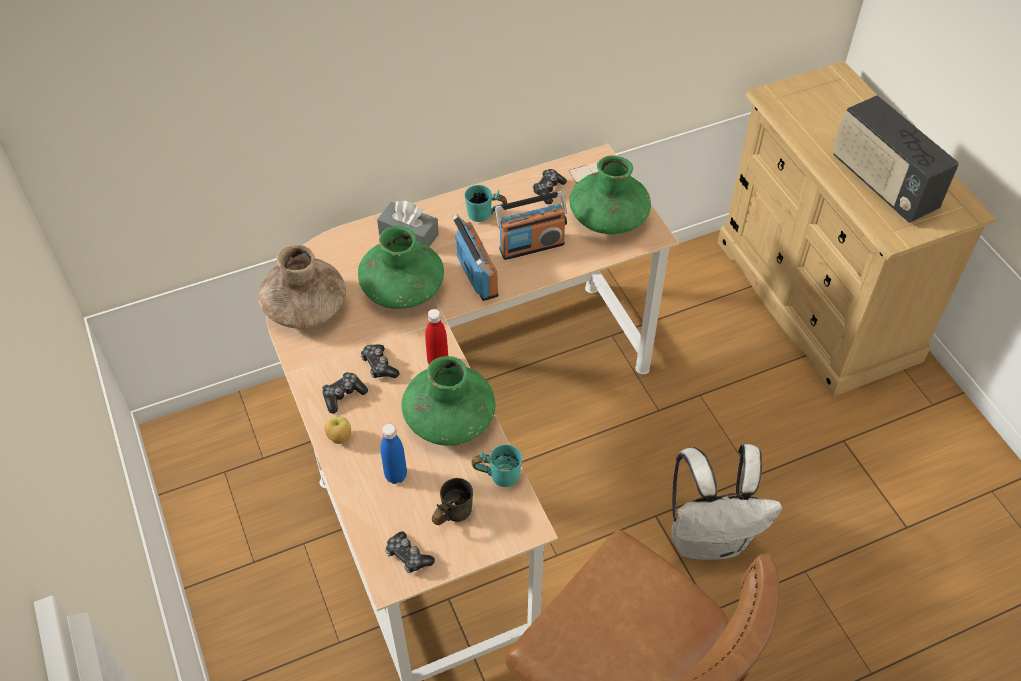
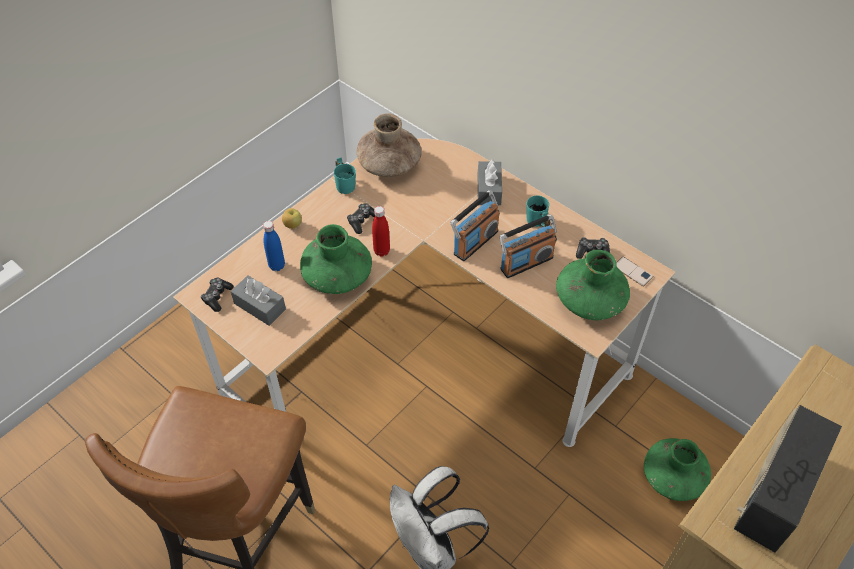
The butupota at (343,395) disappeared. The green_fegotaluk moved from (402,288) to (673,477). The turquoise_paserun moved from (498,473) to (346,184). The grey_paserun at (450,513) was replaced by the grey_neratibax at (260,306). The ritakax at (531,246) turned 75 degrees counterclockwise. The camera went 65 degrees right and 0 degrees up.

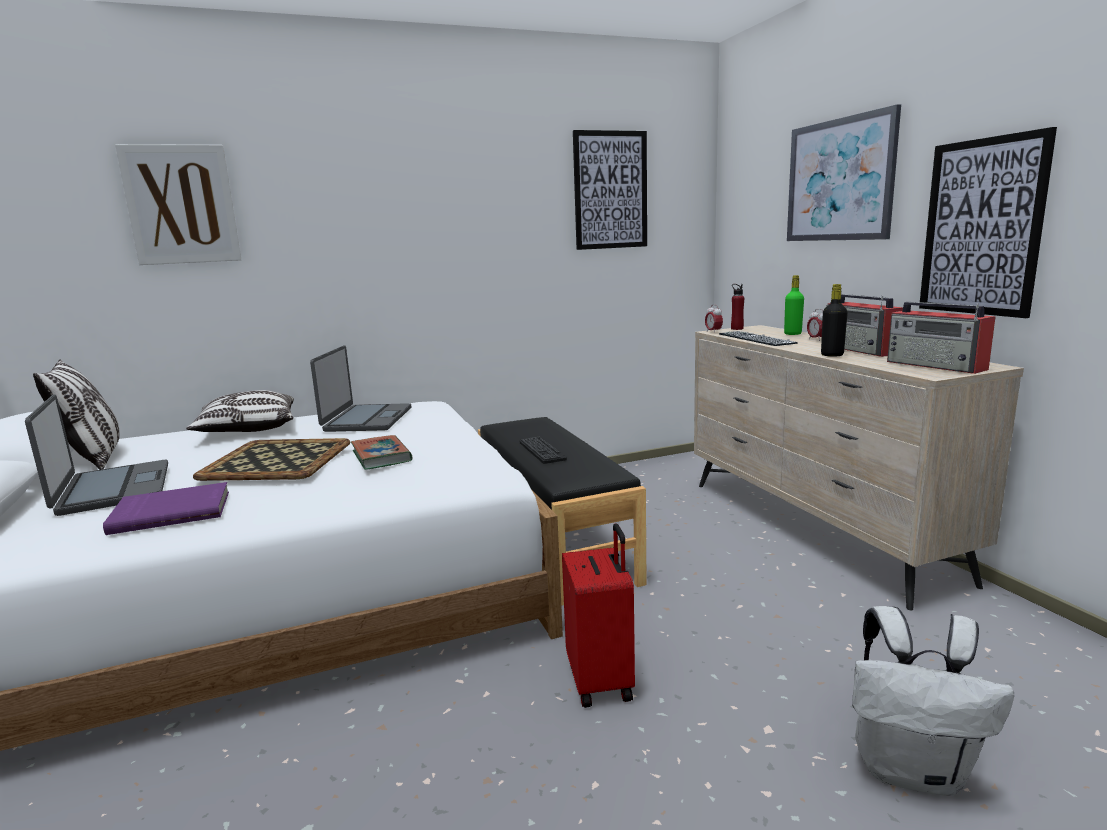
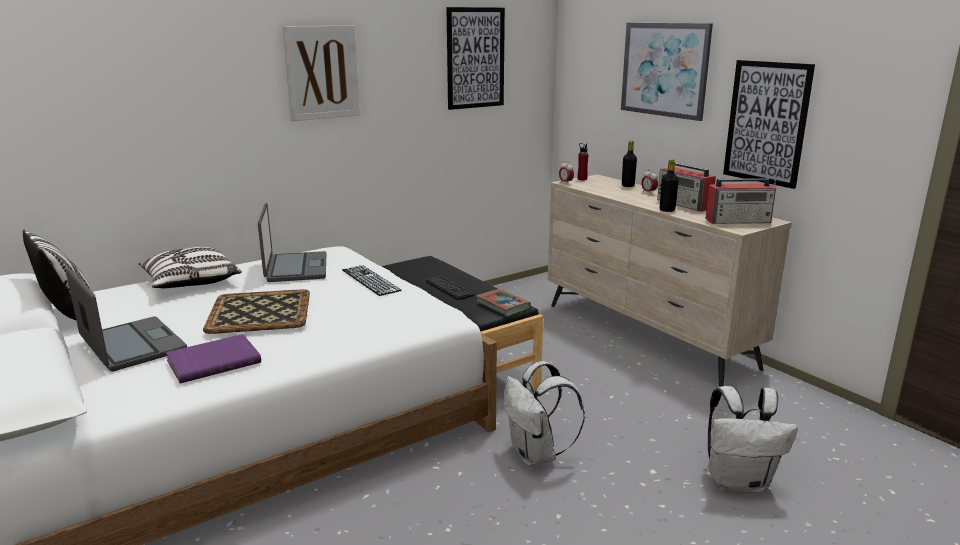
The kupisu moved from (181,205) to (322,72). The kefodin moved from (381,456) to (503,306). The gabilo moved from (755,338) to (370,280). The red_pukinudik at (602,680) was replaced by the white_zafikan at (536,455). The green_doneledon at (792,334) became the black_doneledon at (628,186). The ritakax at (936,366) turned 45 degrees counterclockwise. The camera went 15 degrees left and 5 degrees up.

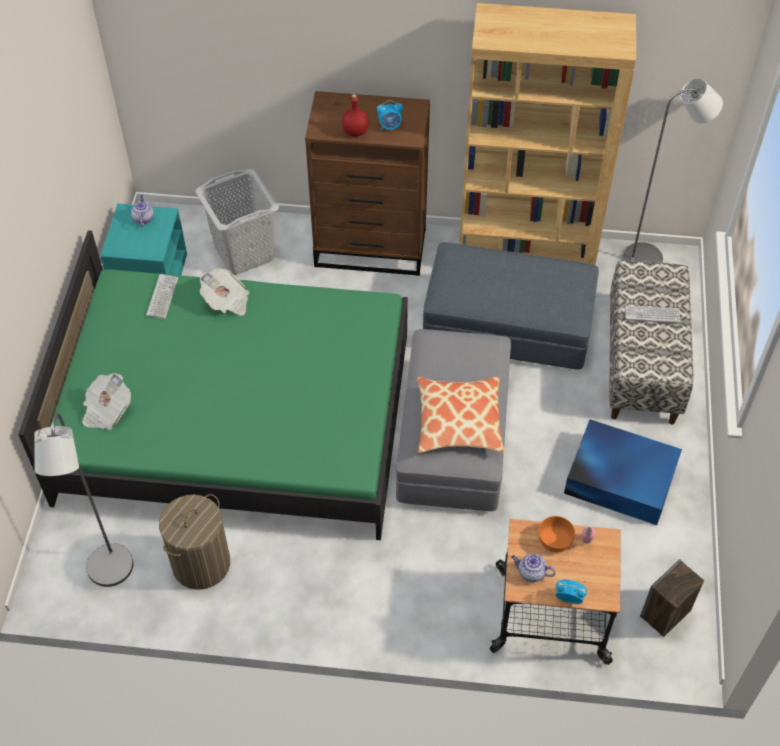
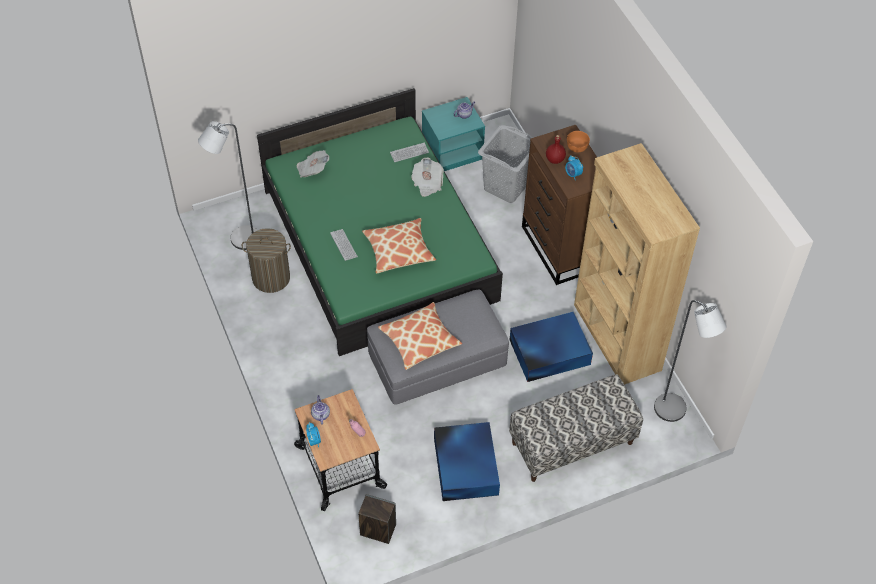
The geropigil at (398,251) appeared. The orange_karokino moved from (554,540) to (577,146). The gabilo moved from (652,314) to (343,245). The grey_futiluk at (507,326) was replaced by the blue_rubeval at (548,352). The camera went 60 degrees right and 0 degrees up.

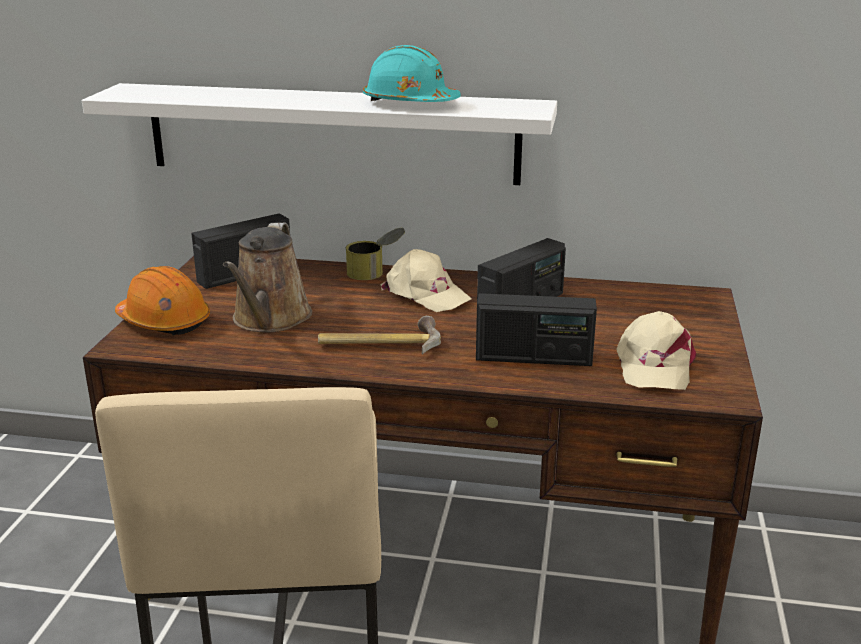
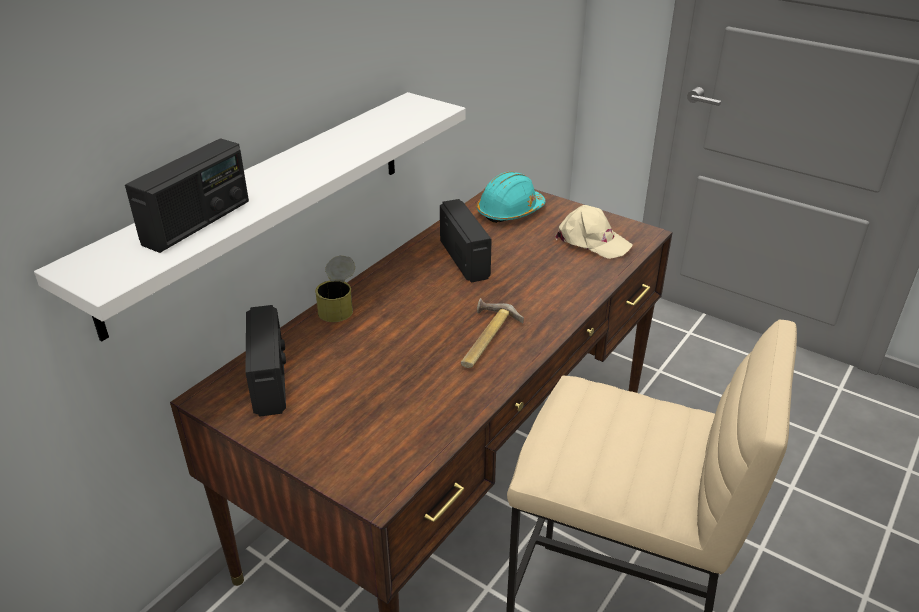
The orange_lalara at (164,321) disappeared. The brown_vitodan at (270,319) disappeared. The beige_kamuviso at (426,294) disappeared. The turquoise_lalara moved from (410,103) to (510,211). The ritakax moved from (533,358) to (197,223). The camera went 65 degrees left and 10 degrees up.

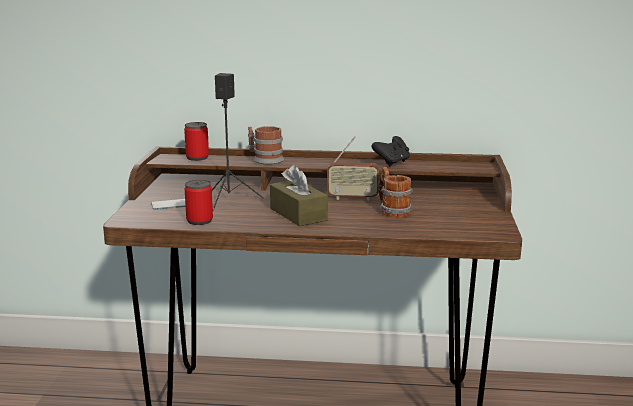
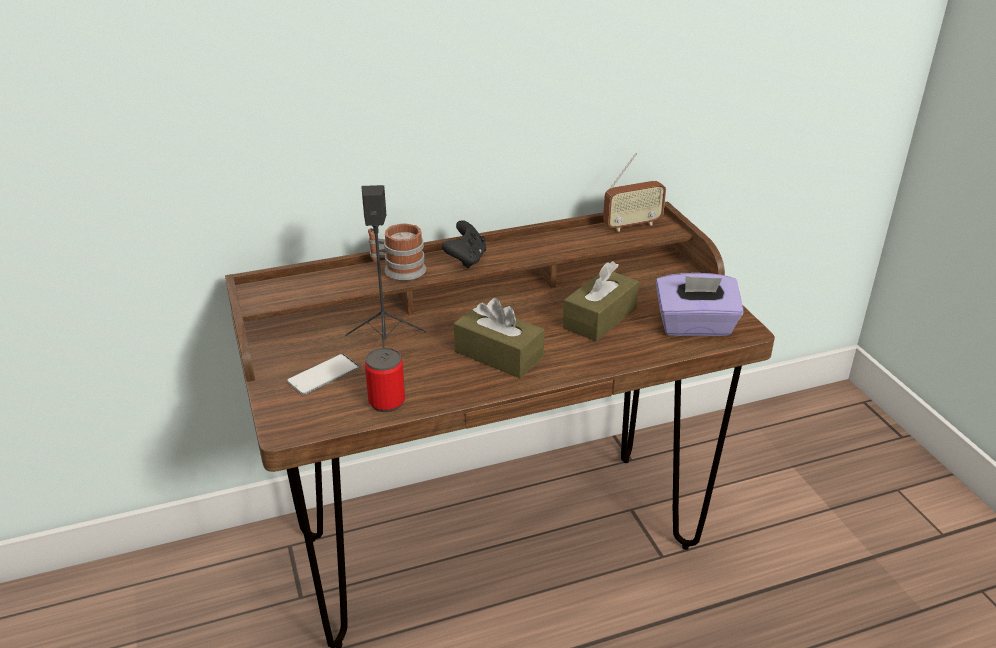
The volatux at (197,157) disappeared. The purple_neratibax at (695,326) appeared. The ritakax moved from (352,198) to (632,225). The black_butupota moved from (392,163) to (466,259). The paserun at (392,210) was replaced by the brown_neratibax at (599,318). The camera went 25 degrees left and 15 degrees up.

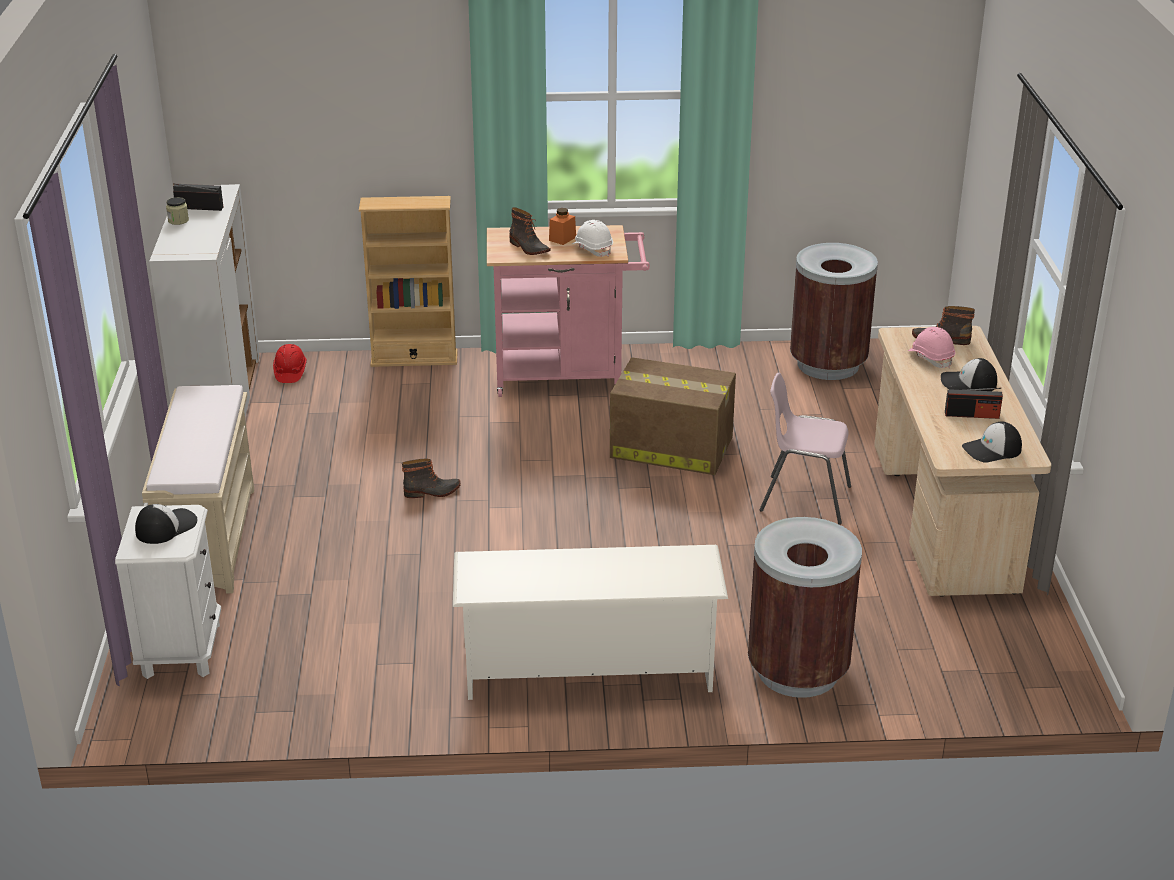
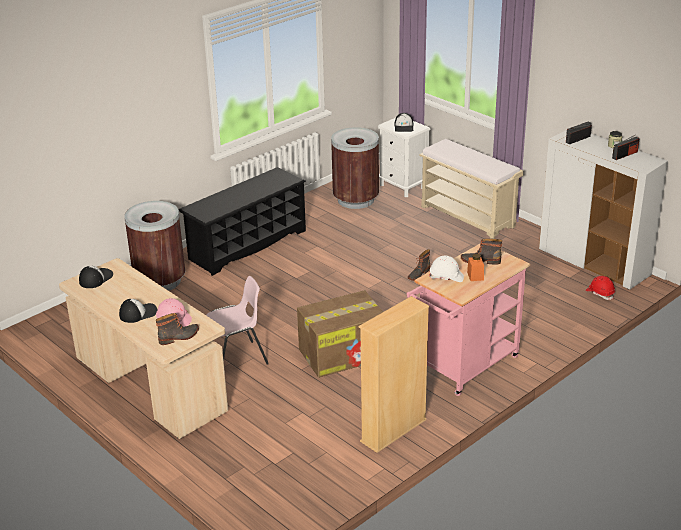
The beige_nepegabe moved from (414,358) to (393,431). The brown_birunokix moved from (828,365) to (355,200). The ritakax moved from (972,415) to (578,139). The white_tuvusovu at (588,668) became the black_tuvusovu at (247,245). The camera went 140 degrees right and 0 degrees up.

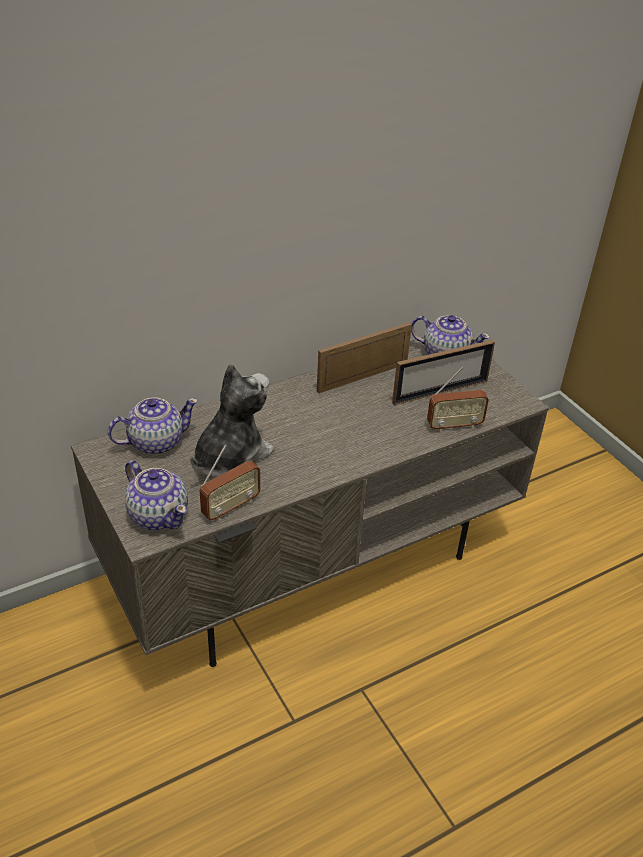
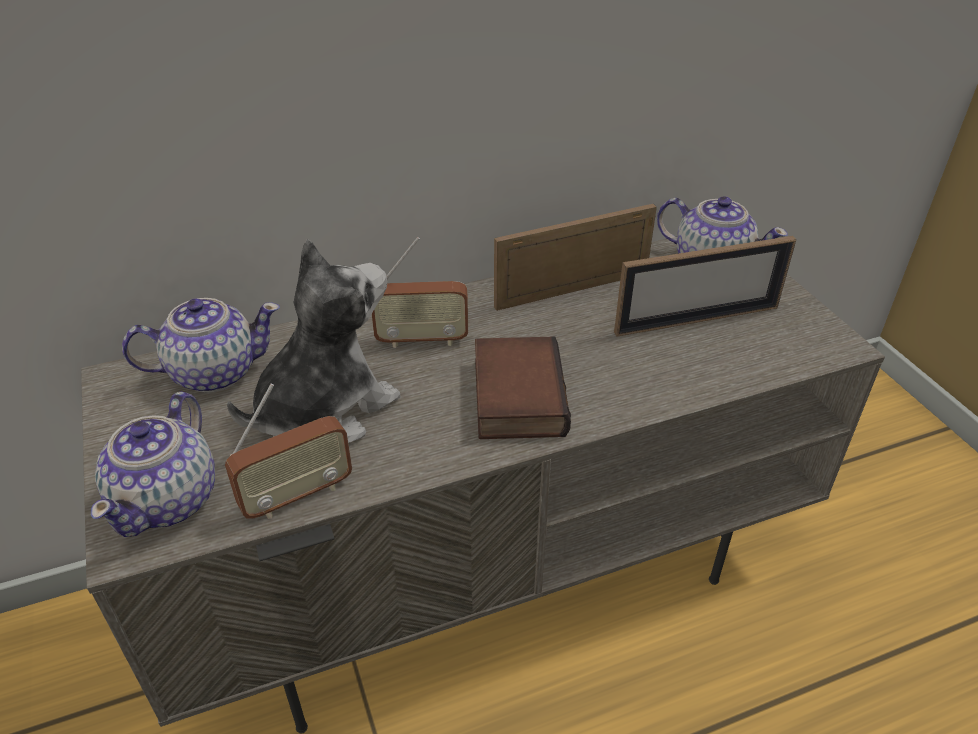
The kefodin at (515,395) appeared. The ritakax moved from (454,426) to (422,340). The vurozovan at (158,515) turned 45 degrees clockwise. The camera went 10 degrees right and 0 degrees up.

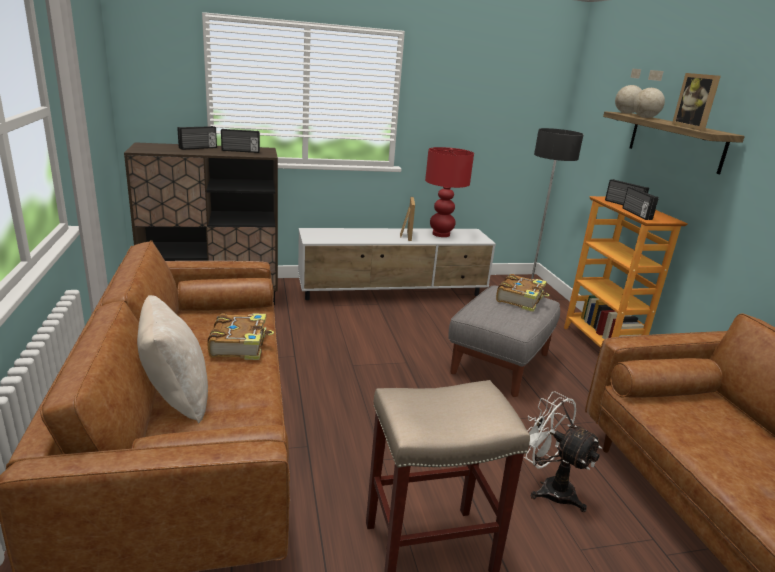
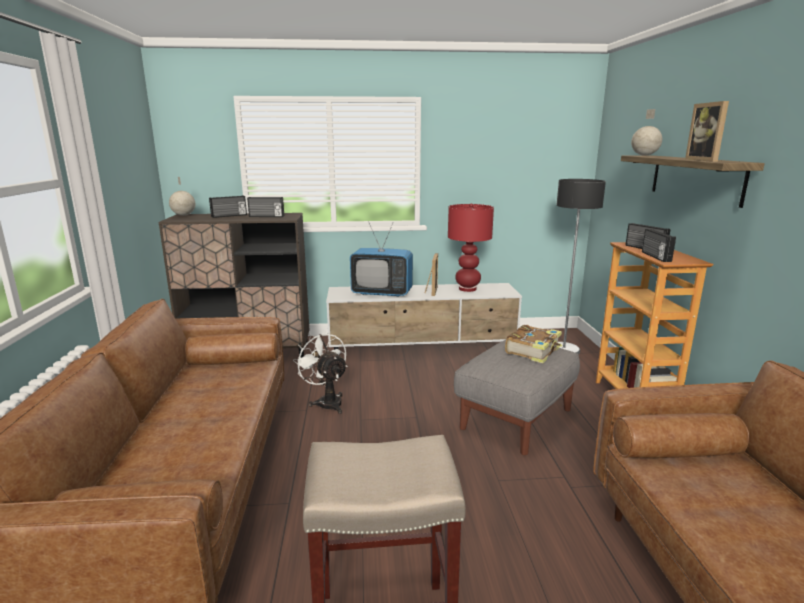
The beige_geropigil at (176,397) disappeared. The kefodin at (240,344) disappeared. The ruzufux at (382,293) appeared. The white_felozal moved from (549,488) to (327,402). The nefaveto moved from (645,117) to (183,215). The camera went 10 degrees right and 5 degrees down.

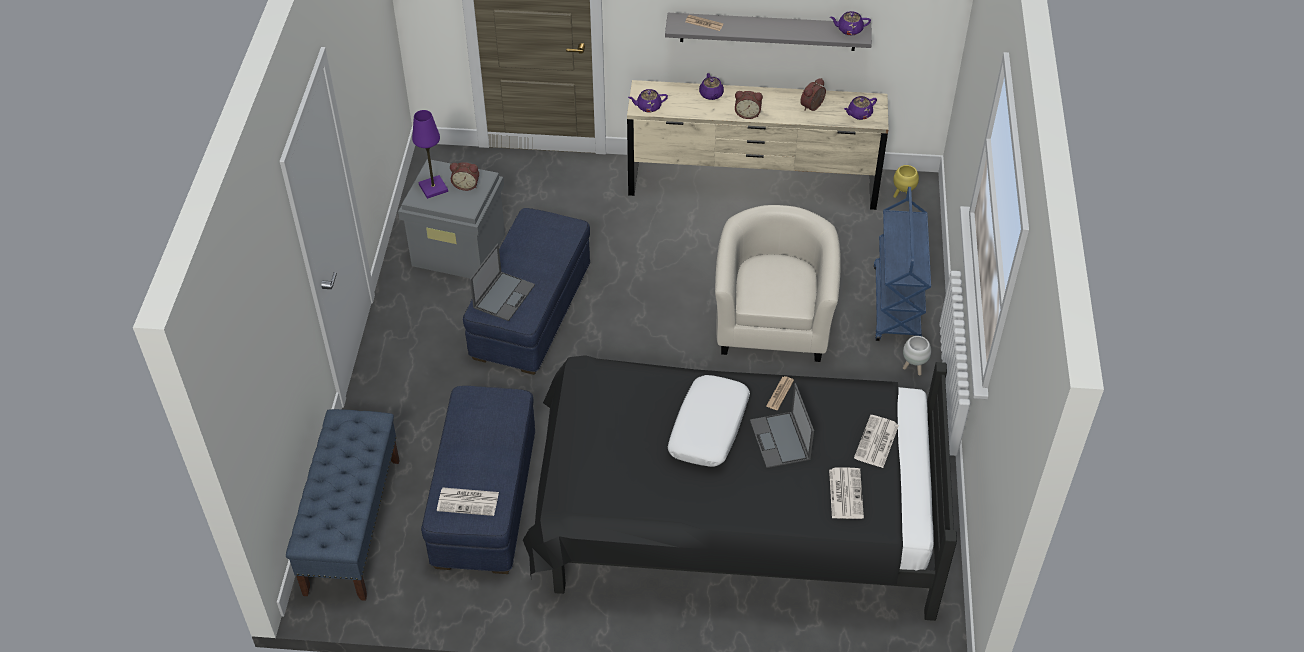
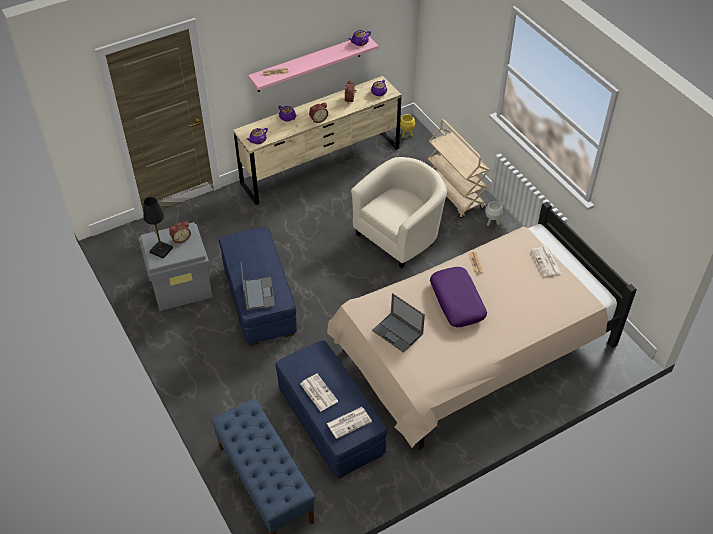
The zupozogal moved from (780,440) to (398,332). The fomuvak moved from (845,493) to (318,392). The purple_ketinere at (433,188) became the black_ketinere at (161,250). The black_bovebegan at (732,516) became the beige_bovebegan at (472,351). The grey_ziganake at (768,31) became the pink_ziganake at (309,63). The white_geropigil at (709,428) became the purple_geropigil at (457,302). The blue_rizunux at (897,305) became the beige_rizunux at (455,194). The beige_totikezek at (773,322) turned 75 degrees clockwise. The camera went 35 degrees left and 0 degrees up.

